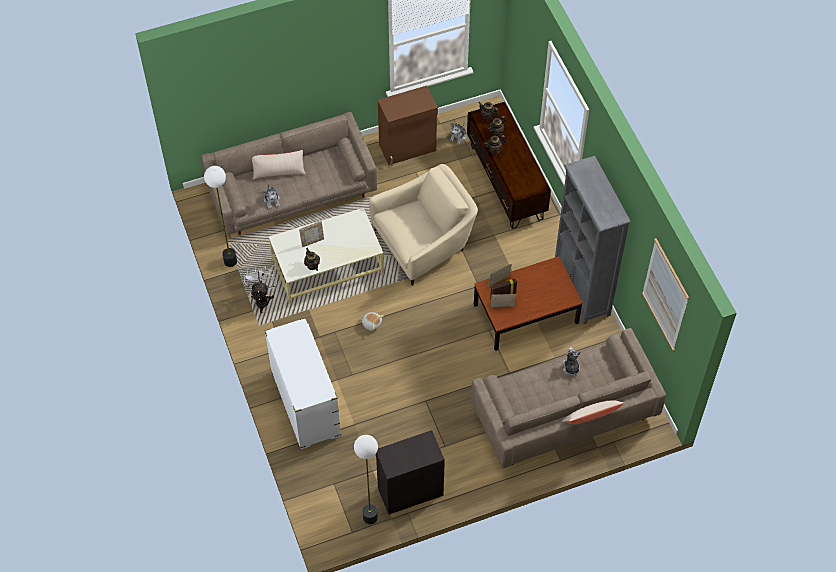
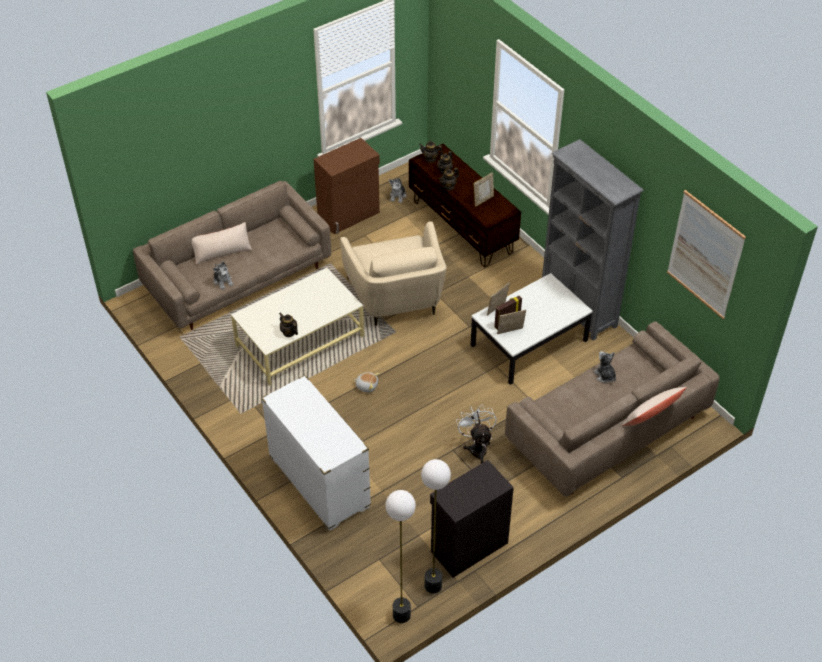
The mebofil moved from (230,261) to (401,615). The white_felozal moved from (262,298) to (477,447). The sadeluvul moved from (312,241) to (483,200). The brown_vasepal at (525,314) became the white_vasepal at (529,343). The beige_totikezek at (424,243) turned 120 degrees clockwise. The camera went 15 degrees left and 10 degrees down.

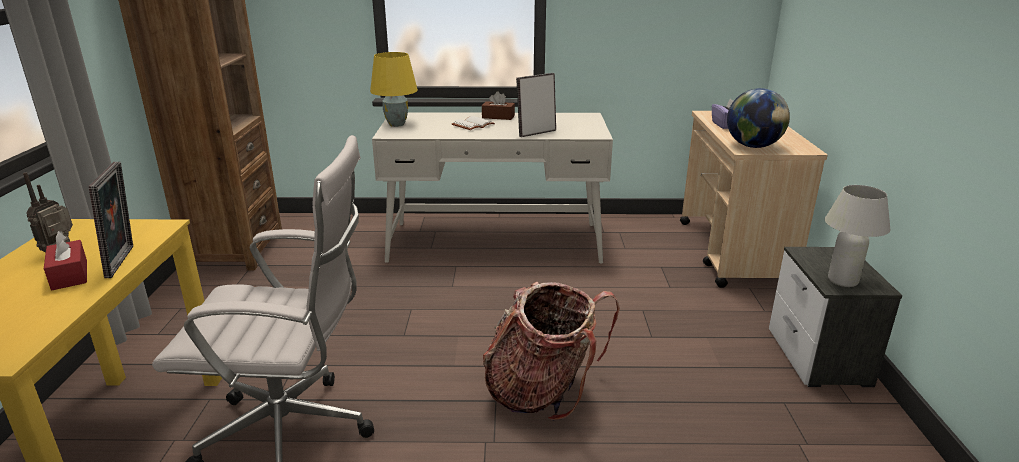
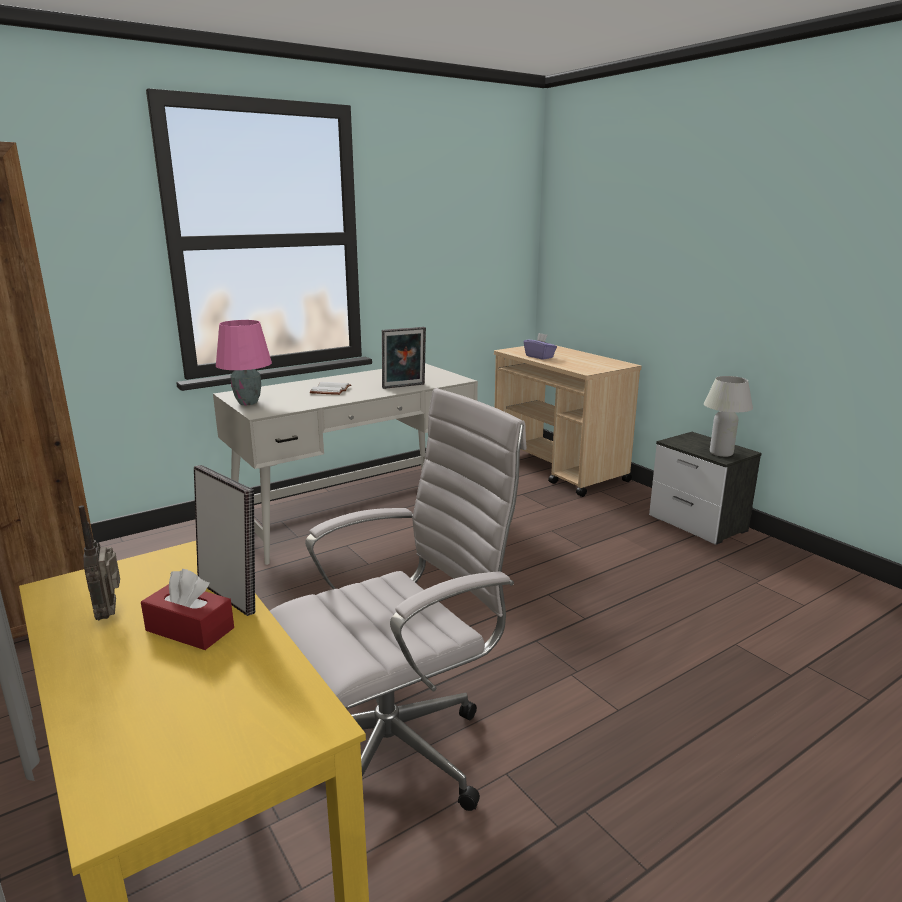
The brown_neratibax at (498,117) disappeared. The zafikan at (543,391) disappeared. The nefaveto at (753,146) disappeared. The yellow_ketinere at (396,124) became the pink_ketinere at (247,403). The sadeluvul at (536,133) turned 135 degrees counterclockwise. The camera went 35 degrees left and 5 degrees down.

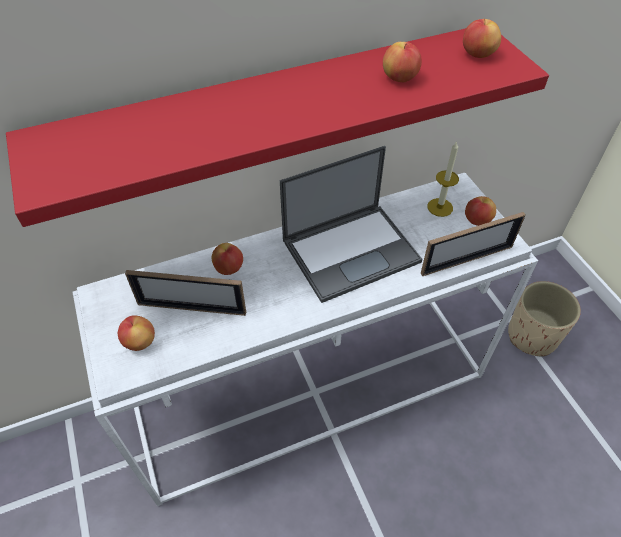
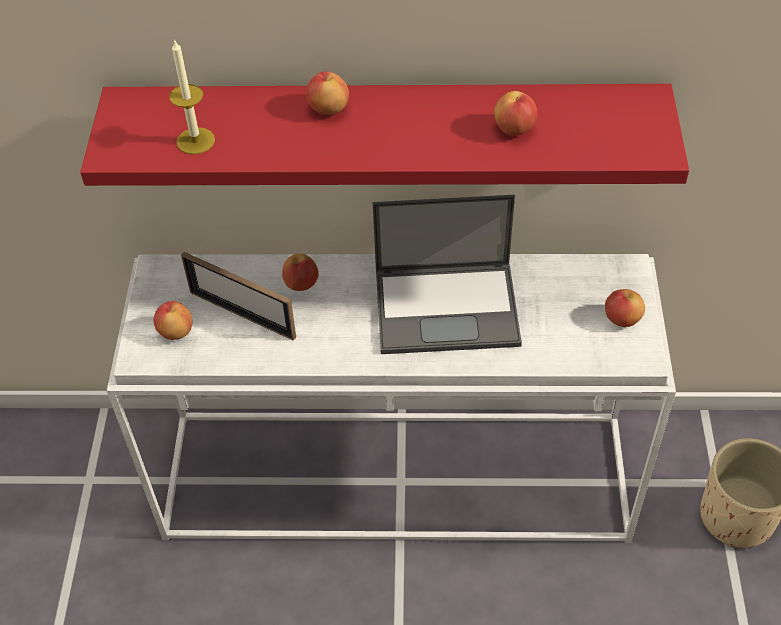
The sadeluvul at (467,260) disappeared. The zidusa moved from (440,207) to (195,141). The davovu moved from (477,54) to (328,109). The camera went 25 degrees right and 0 degrees up.

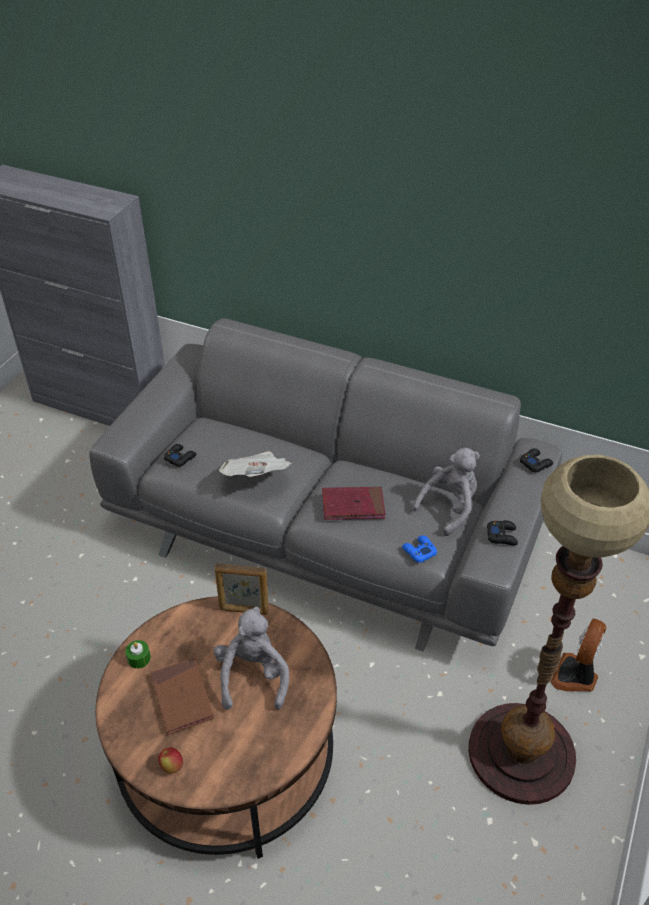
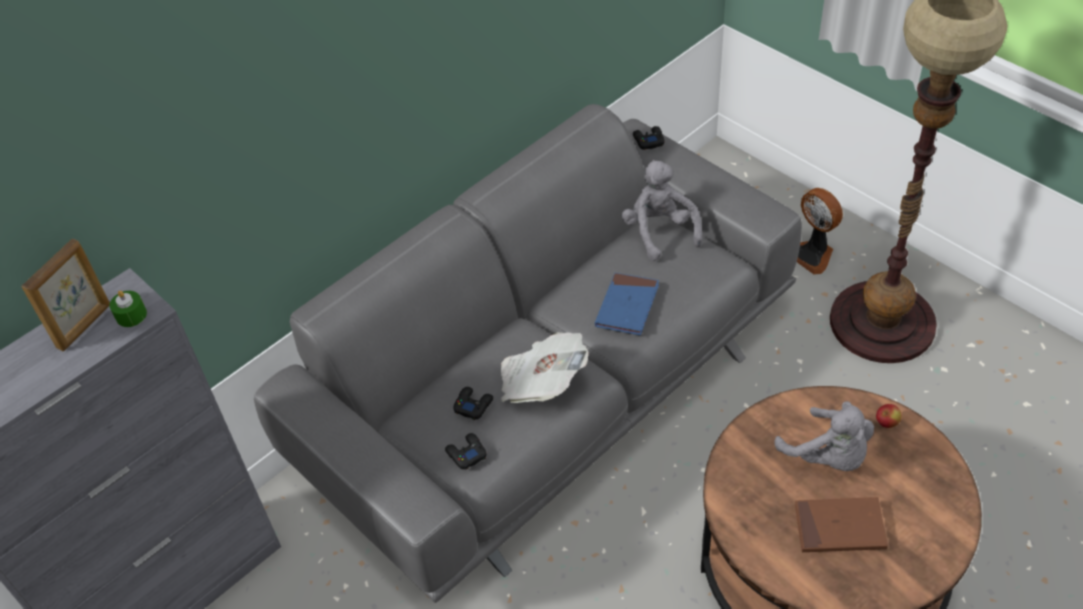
The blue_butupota at (419,551) disappeared. The green_zidusa moved from (139,658) to (131,315). The davovu moved from (172,766) to (886,423). The sadeluvul moved from (244,610) to (85,326). The black_butupota moved from (502,535) to (473,405). The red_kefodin at (353,506) became the blue_kefodin at (627,306). The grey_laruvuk at (253,676) turned 150 degrees counterclockwise. The camera went 65 degrees left and 5 degrees up.

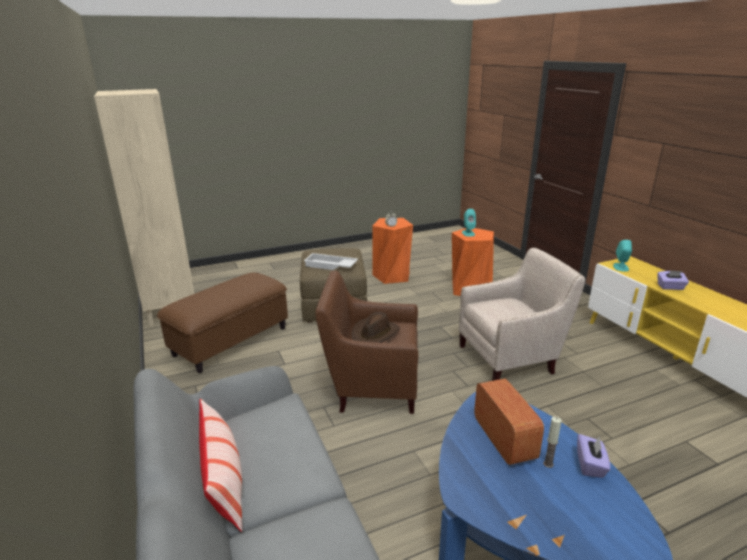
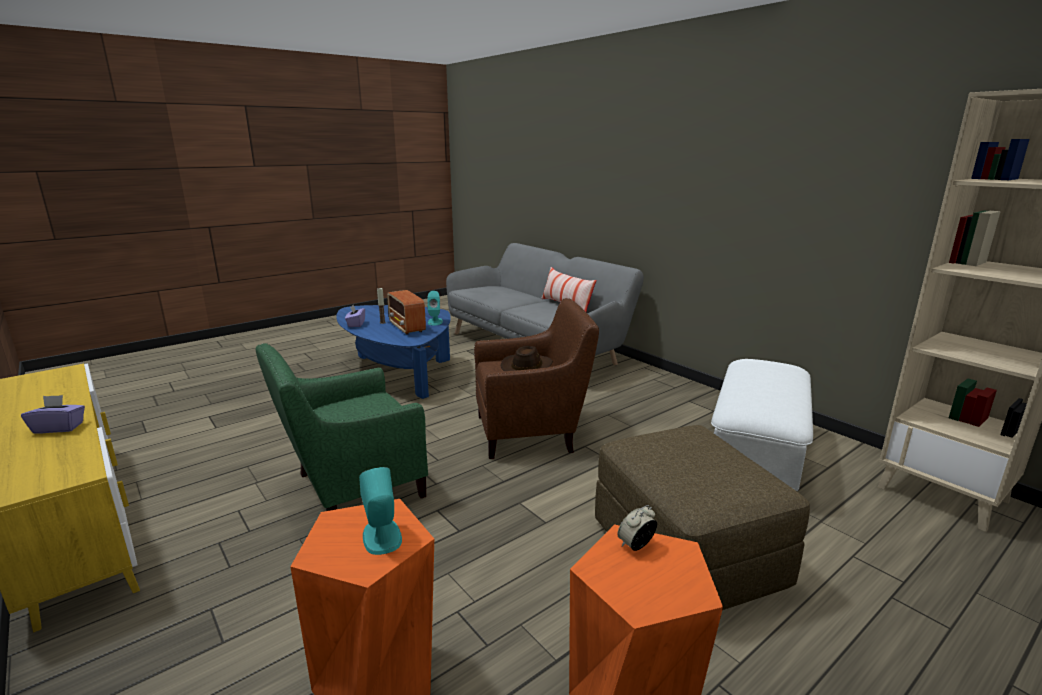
The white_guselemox at (330,266) disappeared. The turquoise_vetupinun moved from (621,267) to (435,322). The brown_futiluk at (231,341) became the white_futiluk at (756,457). The beige_totikezek at (511,358) became the green_totikezek at (351,488). The camera went 165 degrees right and 5 degrees down.

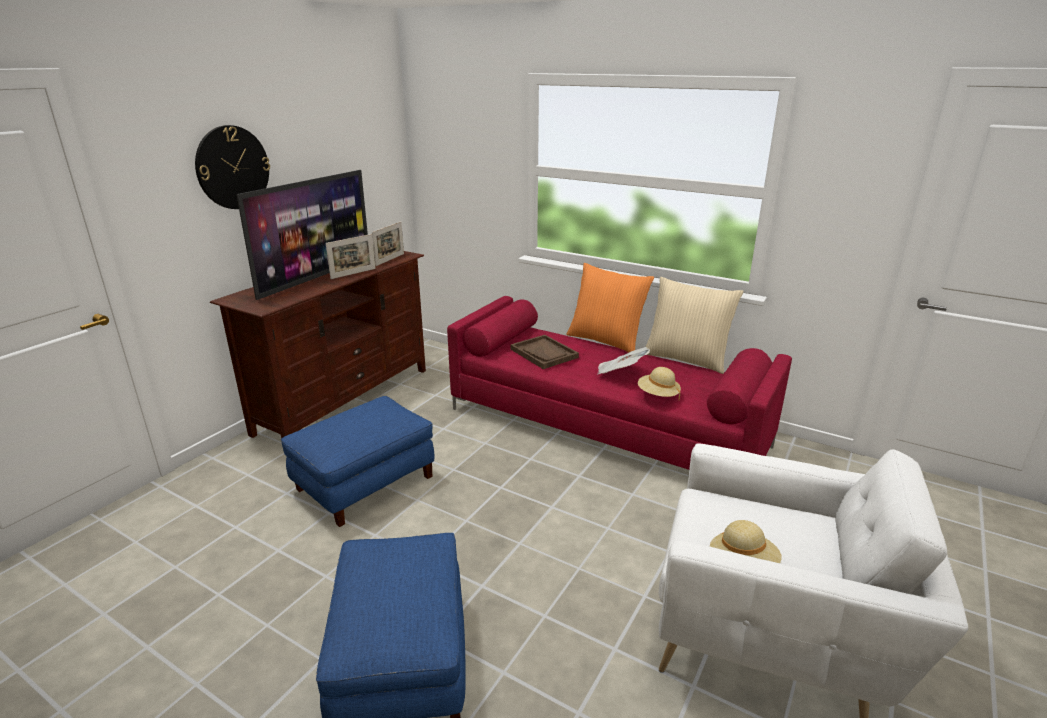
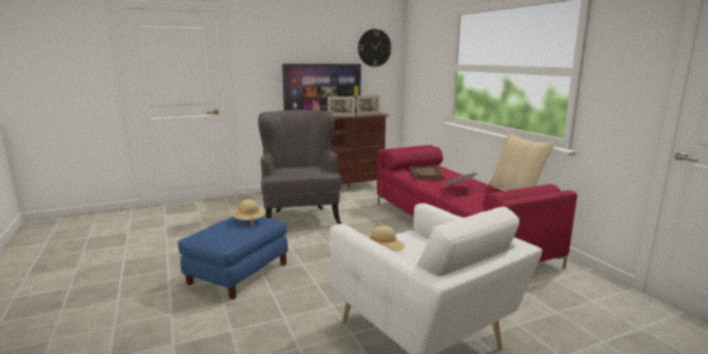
The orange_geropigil at (606,340) disappeared. The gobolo moved from (232,167) to (374,48). The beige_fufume moved from (658,395) to (249,220). The blue_futiluk at (365,482) was replaced by the grey_totikezek at (301,217). The camera went 35 degrees right and 10 degrees down.

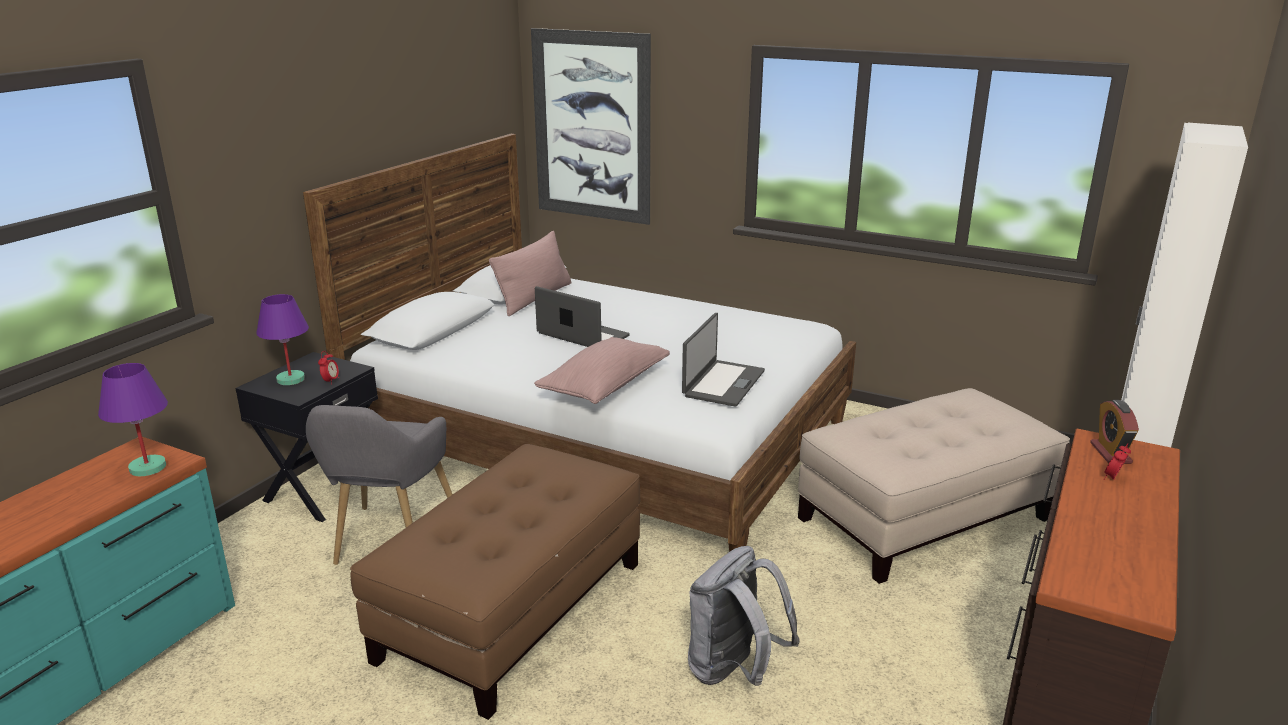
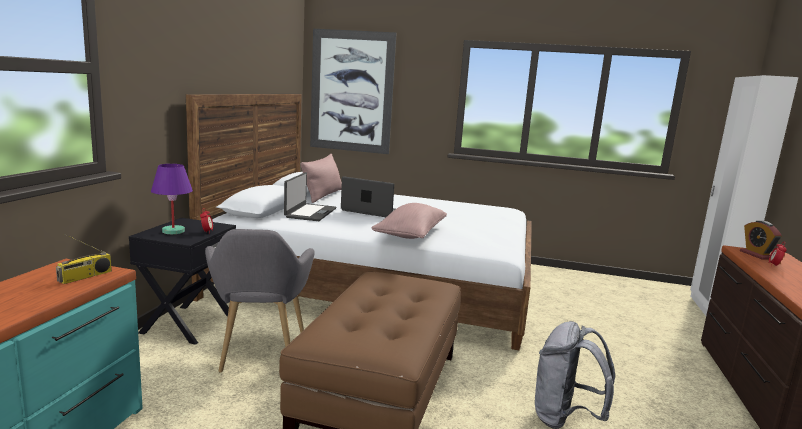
The beige_futiluk at (924,519) disappeared. The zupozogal moved from (722,383) to (310,213). The purple_ketinere at (148,467) was replaced by the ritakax at (85,277). The camera went 15 degrees left and 10 degrees down.

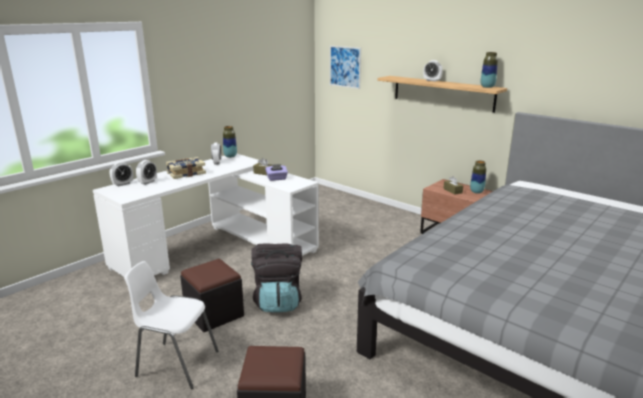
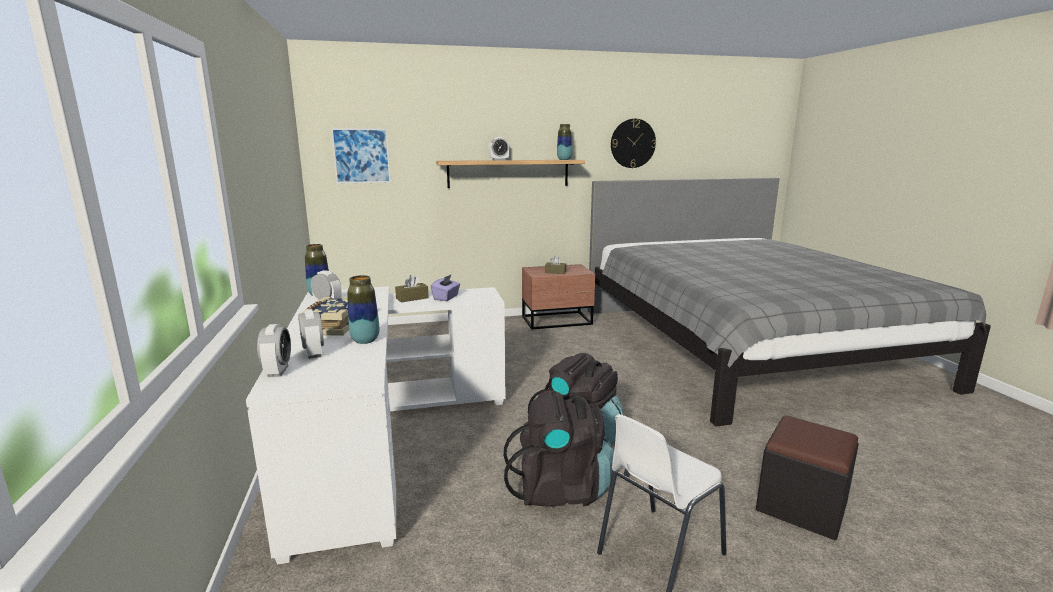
The gobolo at (633,143) appeared. The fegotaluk moved from (476,192) to (365,340). The black_futiluk at (214,314) was replaced by the black_zafikan at (560,489). The camera went 55 degrees left and 5 degrees down.

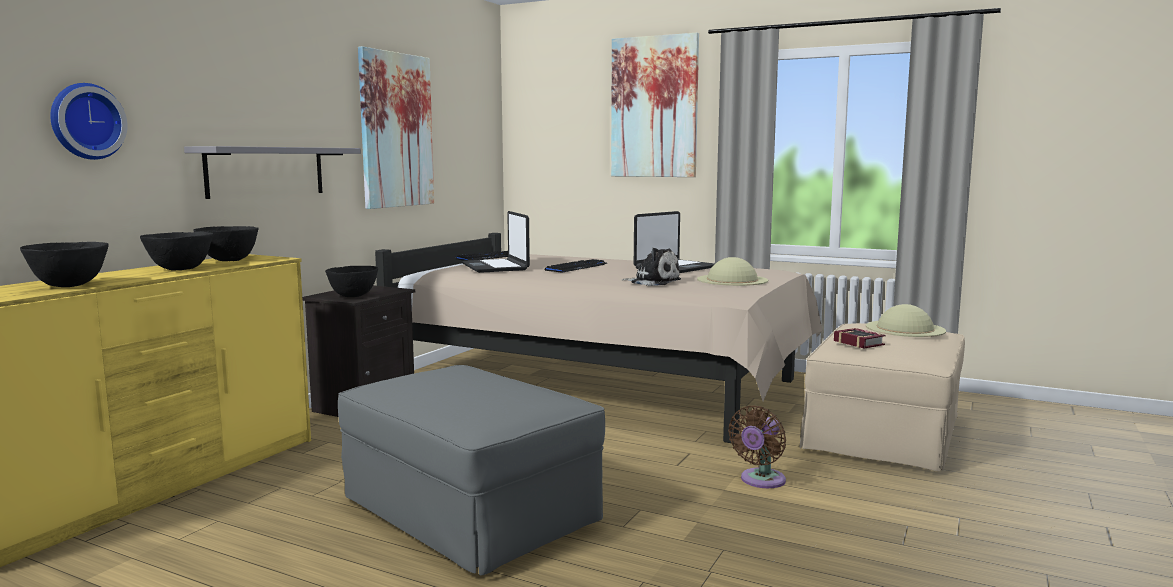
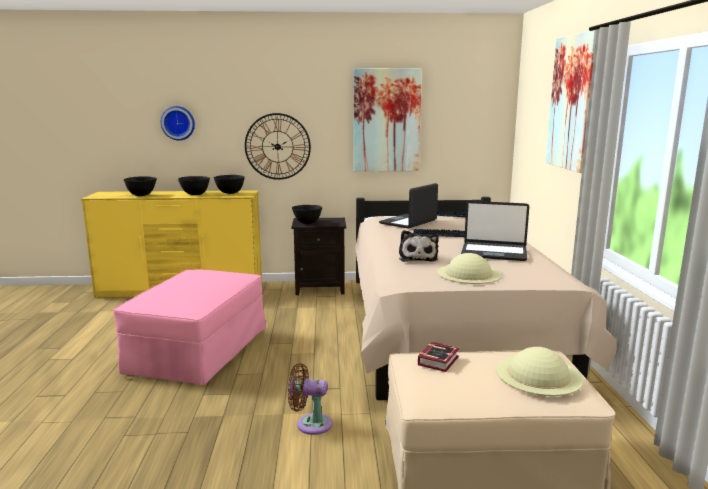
The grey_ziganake at (266,171) was replaced by the gobolo at (277,146). The grey_futiluk at (470,511) became the pink_futiluk at (197,352). The camera went 60 degrees right and 5 degrees up.

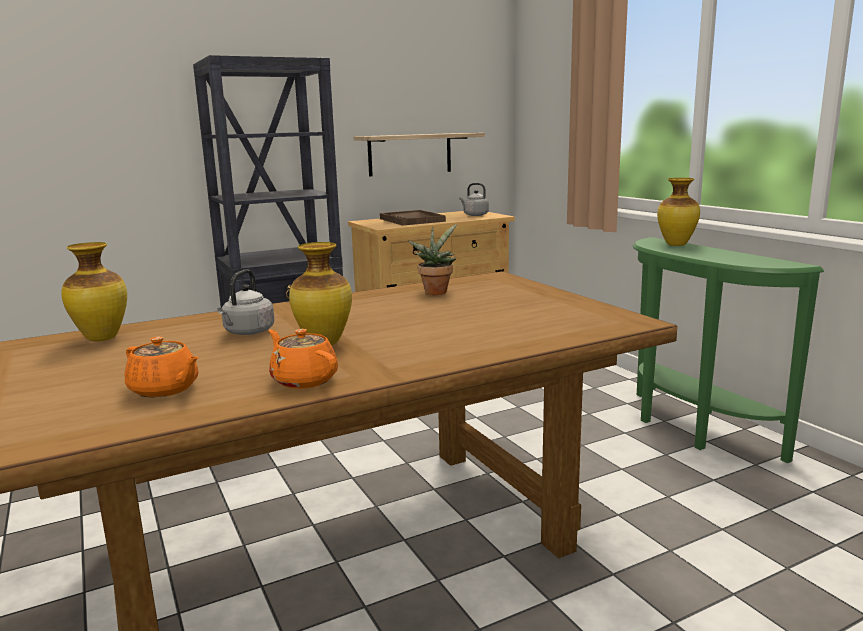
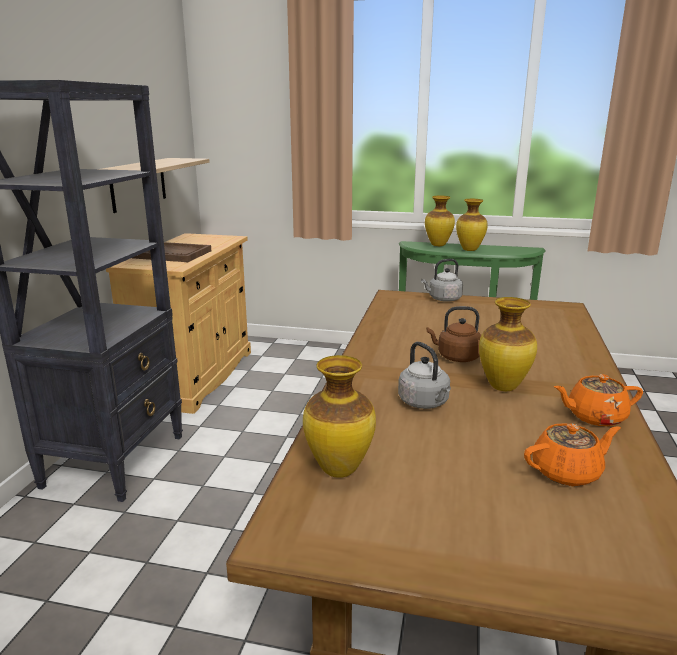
The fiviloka at (436,291) disappeared. The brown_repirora at (456,357) appeared. The fegotaluk at (470,250) appeared. The grey_repirora moved from (474,215) to (443,299). The camera went 50 degrees left and 5 degrees up.

